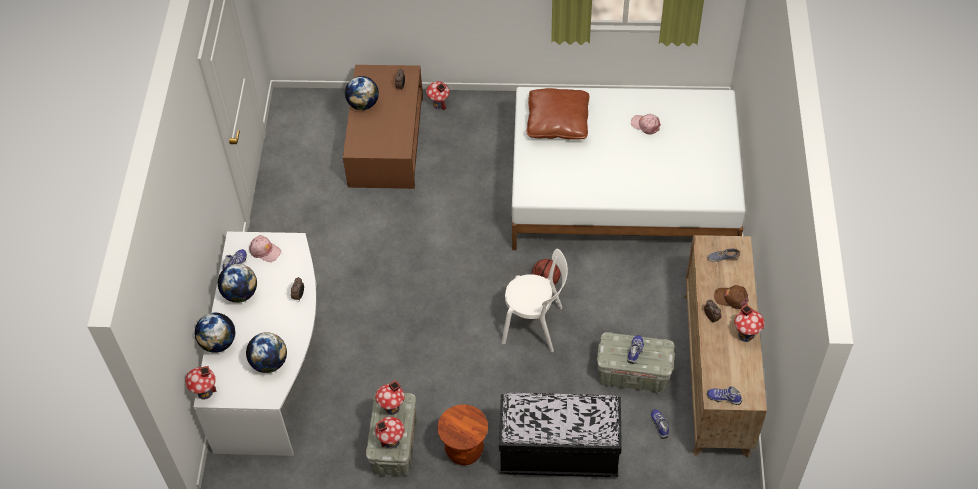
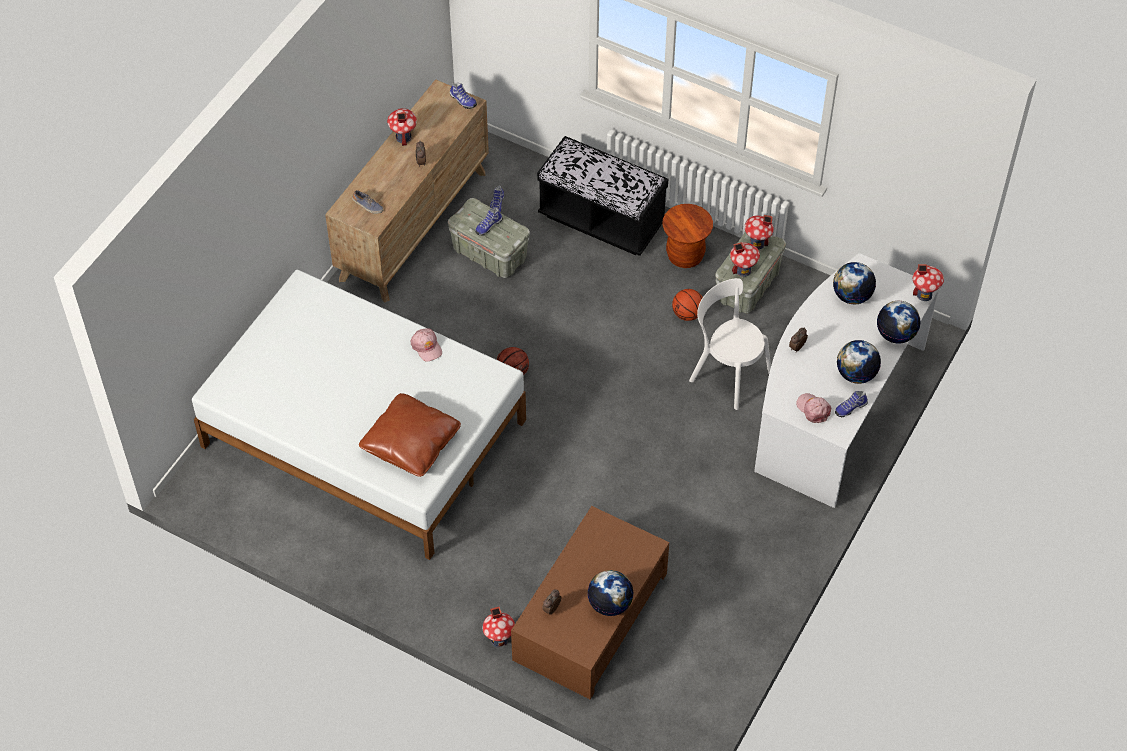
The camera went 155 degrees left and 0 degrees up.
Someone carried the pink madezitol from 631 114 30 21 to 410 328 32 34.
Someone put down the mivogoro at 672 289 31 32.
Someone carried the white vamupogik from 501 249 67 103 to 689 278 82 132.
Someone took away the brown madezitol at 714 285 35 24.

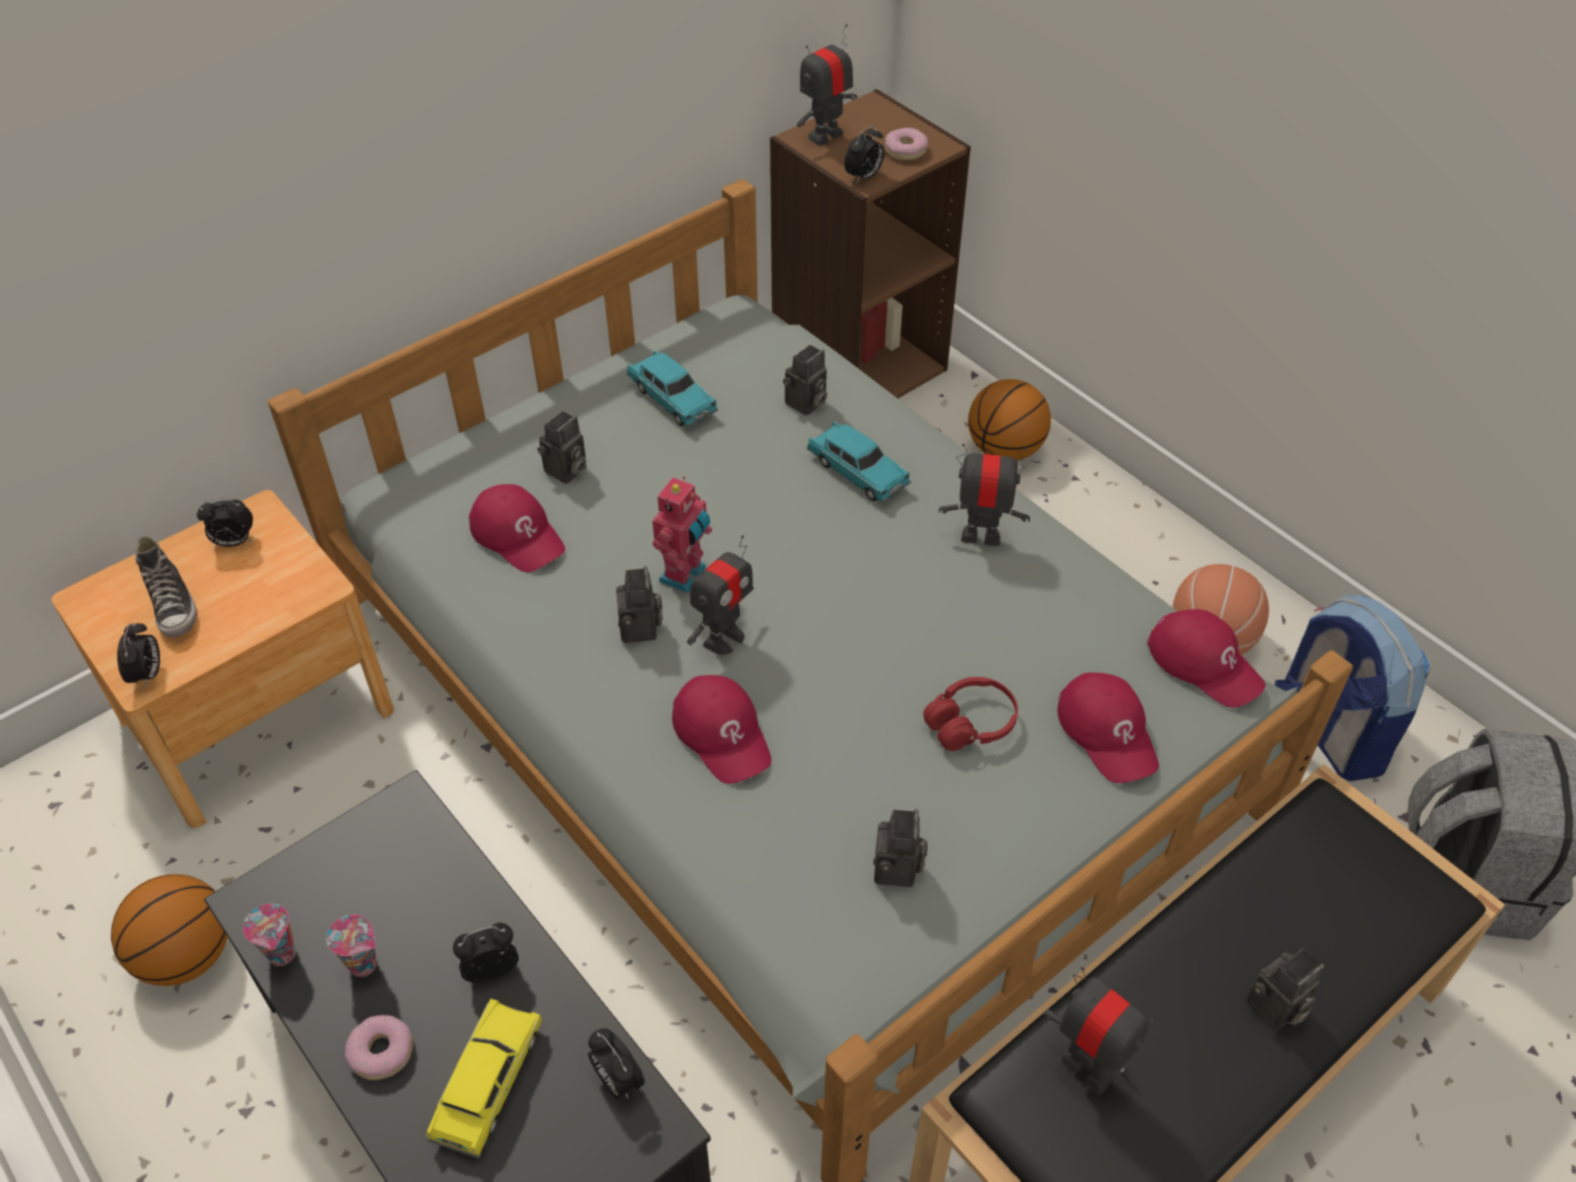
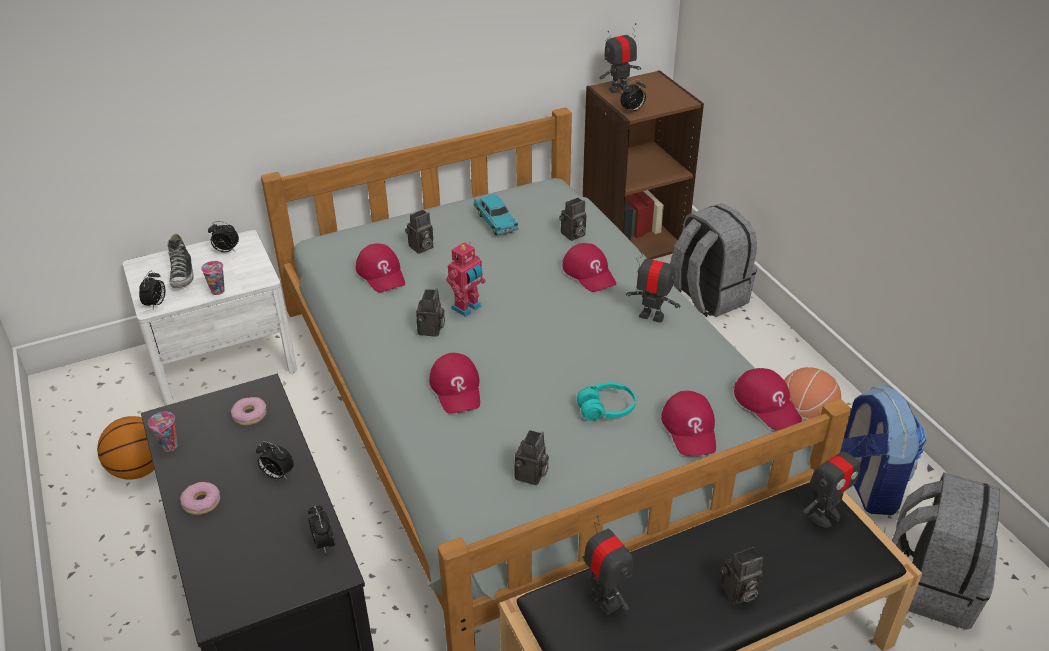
The camera went 15 degrees right and 10 degrees down.
Someone repainted the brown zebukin at 51 490 343 338, which became the white zebukin at 123 230 174 176.
Someone carried the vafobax from 326 914 51 63 to 201 261 24 34.
Someone carried the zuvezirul from 885 128 43 32 to 231 397 36 29.
Someone rotated the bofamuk at 453 923 66 60 by 150 degrees counterclockwise.
Someone swapped the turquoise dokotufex at 806 422 105 80 for the red madezitol at 562 243 54 49.
Someone repainted the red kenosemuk at 923 677 95 74, which became the turquoise kenosemuk at 577 382 59 39.
Someone swapped the mivogoro at 968 379 83 82 for the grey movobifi at 670 204 87 113.
Someone carried the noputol from 687 535 67 120 to 803 441 58 86.
Someone took away the yellow dokotufex at 426 999 117 160.

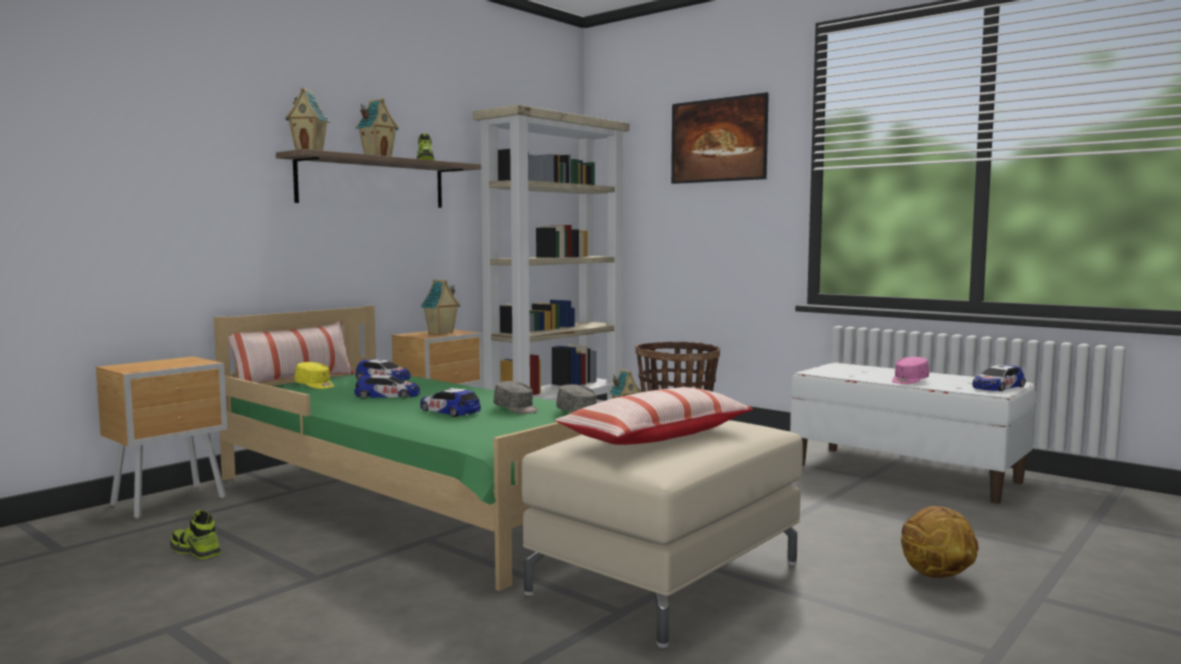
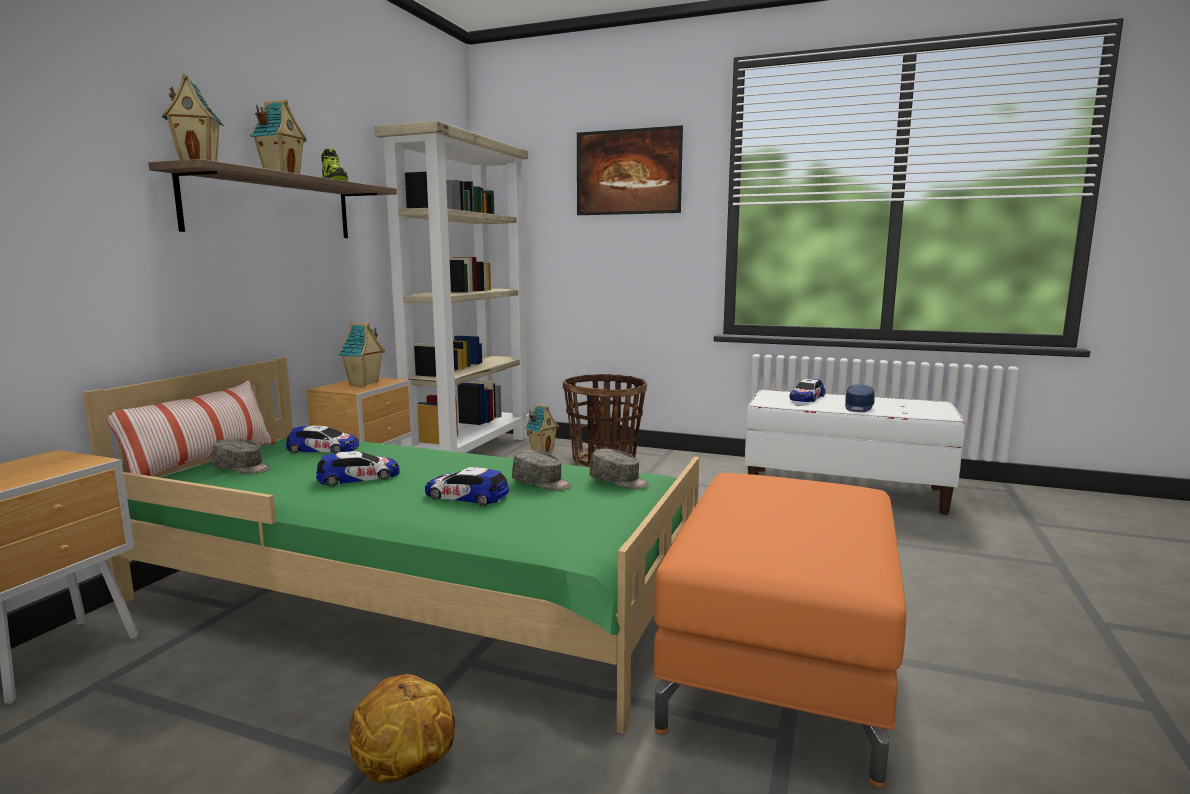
The camera went 20 degrees left and 5 degrees up.
Someone repainted the yellow madezitol at 295 362 39 27, which became the grey madezitol at 212 438 59 36.
Someone carried the mivogoro from 901 506 78 72 to 349 674 106 109.
Someone repainted the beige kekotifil at 522 420 281 228, which became the orange kekotifil at 653 473 253 314.
Someone carried the dokotufex from 972 365 54 26 to 790 378 36 24.
Someone repainted the pink madezitol at 892 357 37 27, which became the blue madezitol at 845 385 30 27.
Someone took away the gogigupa at 170 510 51 49.
Someone took away the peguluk at 555 387 198 58.

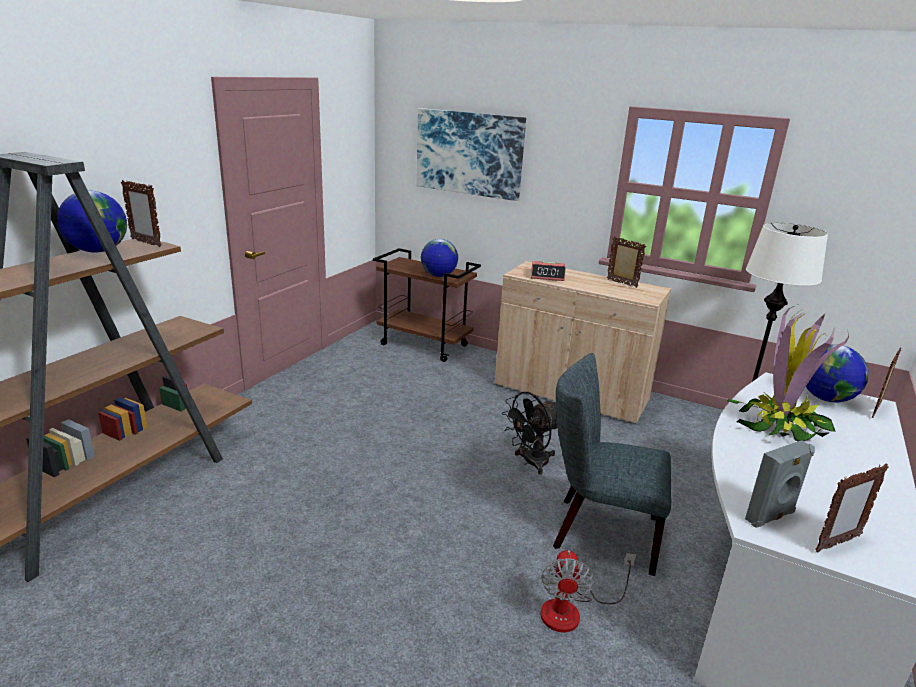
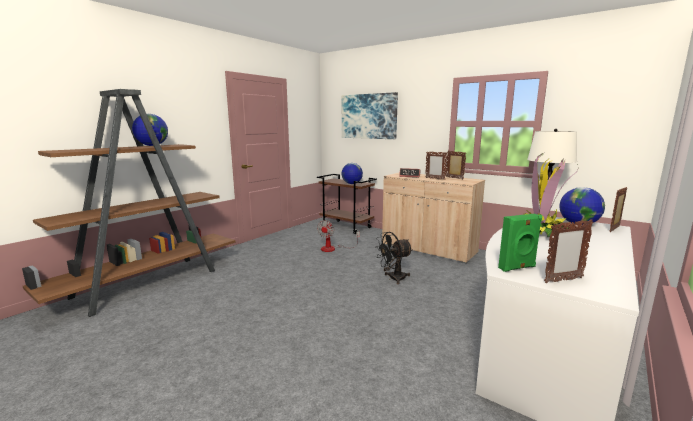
The camera went 10 degrees right and 10 degrees down.
Someone carried the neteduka from 540 550 96 82 to 317 220 43 32.
Someone carried the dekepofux from 121 180 41 67 to 425 151 22 29.
Someone repainted the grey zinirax at 745 440 70 88, which became the green zinirax at 498 214 44 58.
Someone took away the grey vamupogik at 553 353 118 223.

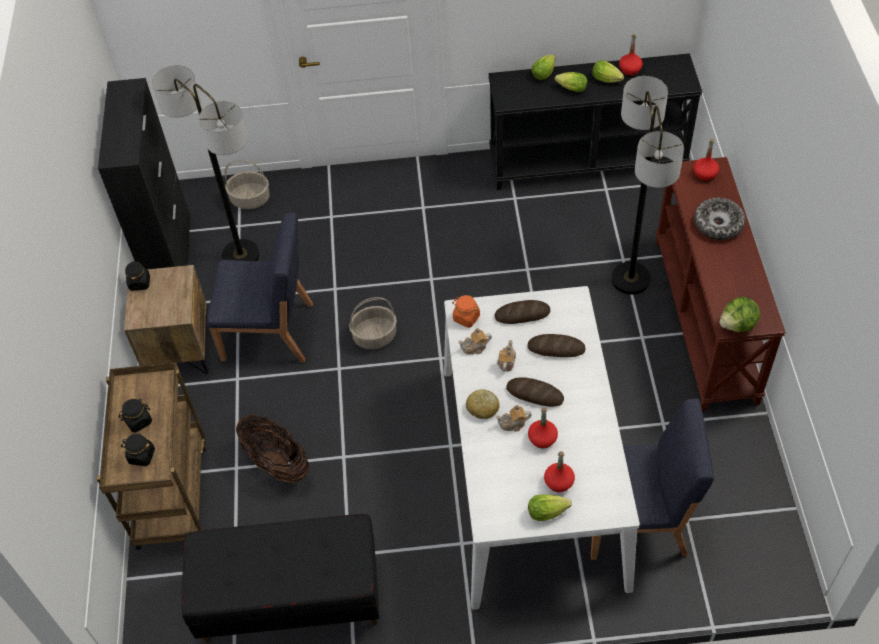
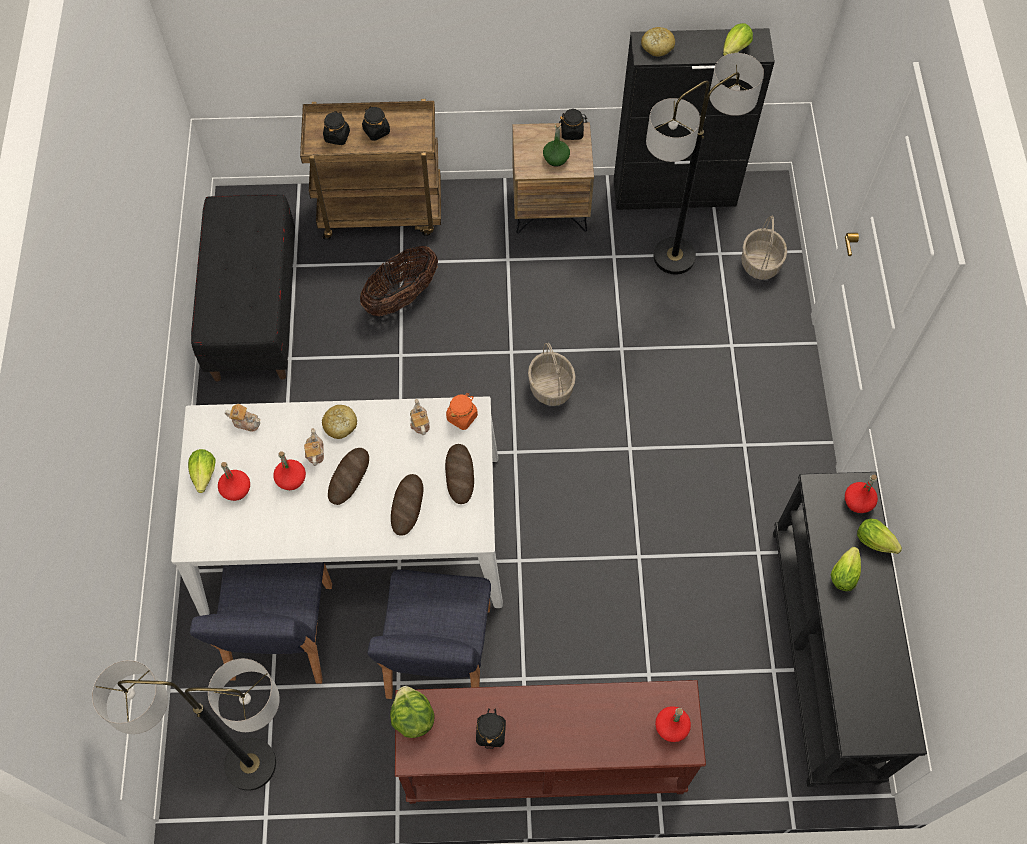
The camera went 90 degrees right and 10 degrees up.
Someone carried the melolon from 611 76 73 219 to 92 658 188 133.
Someone carried the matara from 497 340 19 31 to 225 404 35 28.
Someone carried the blue vamupogik from 207 213 106 149 to 368 569 123 130.
Someone put down the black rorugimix at 476 709 30 40.
Someone put down the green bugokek at 543 123 27 44.
Someone put down the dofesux at 641 27 34 30.
Someone carried the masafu from 592 60 32 23 to 723 23 30 33.
Someone carried the red bugokek from 619 34 24 42 to 845 475 33 38.
Someone took away the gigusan at 694 198 51 42.

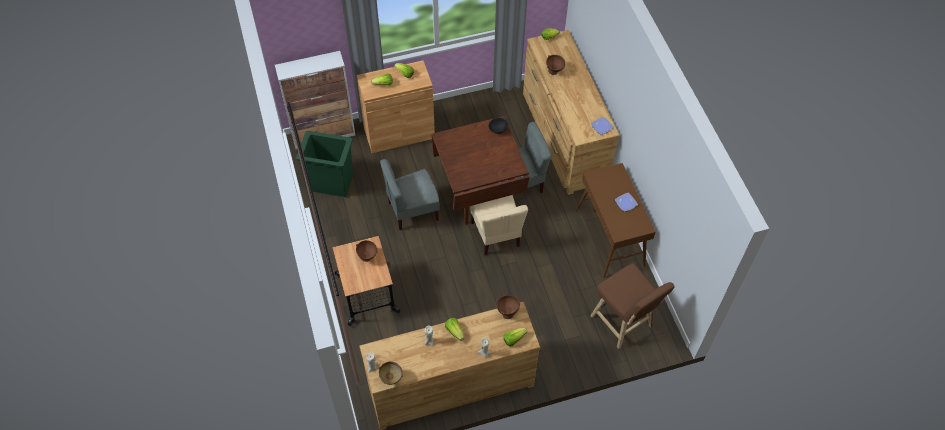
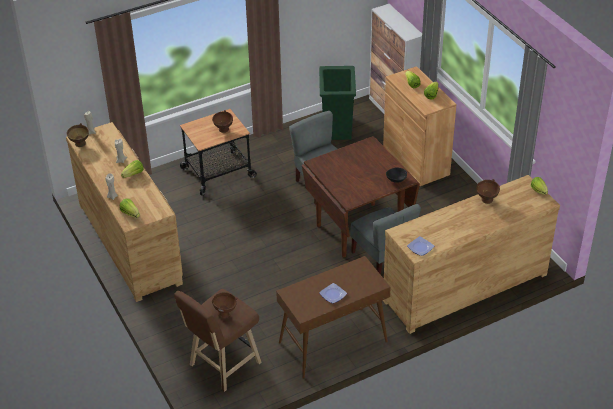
The camera went 80 degrees right and 15 degrees down.
Someone carried the brown gigusan from 497 294 23 25 to 212 292 25 26.
Someone took away the beige vamupogik at 470 195 58 60.

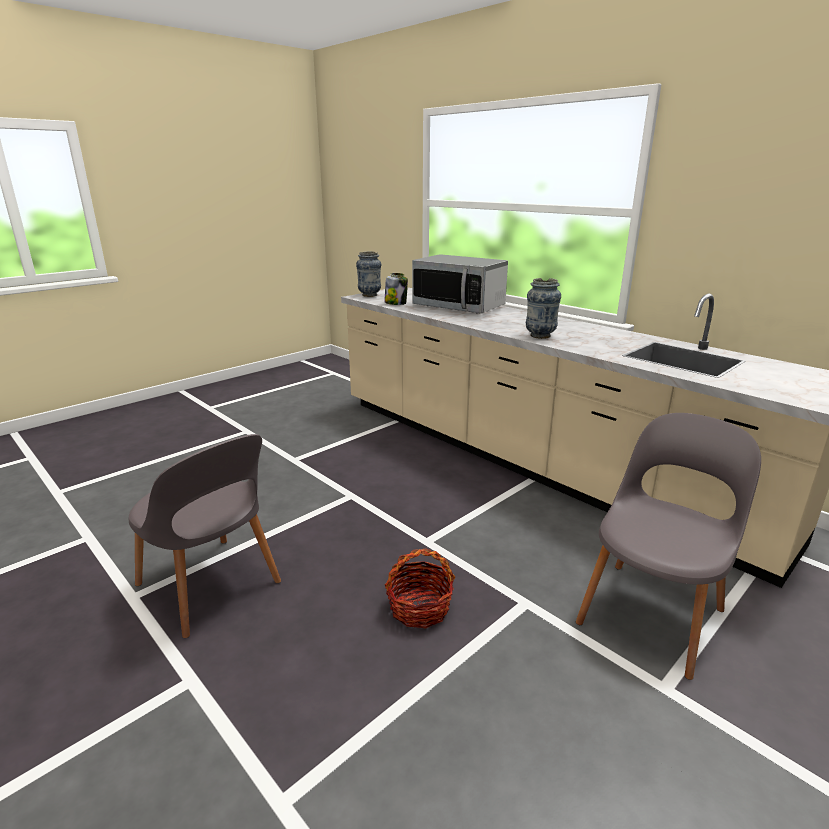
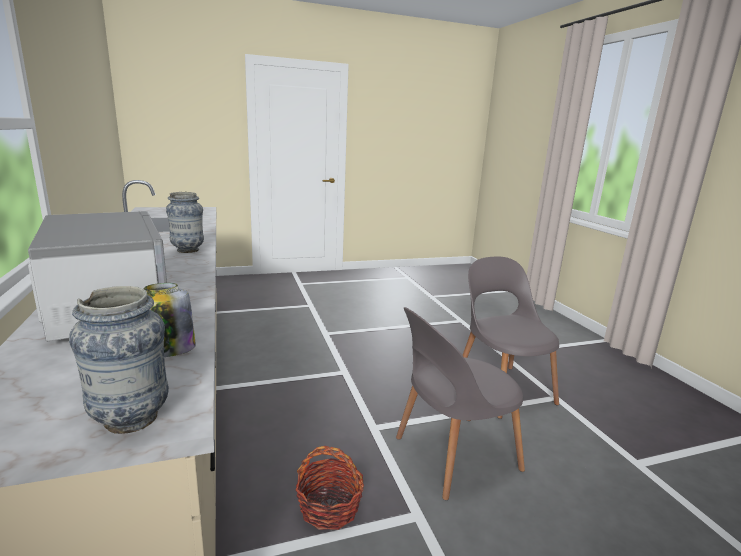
The camera went 155 degrees left and 5 degrees down.
Someone carried the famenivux from 384 548 71 80 to 296 446 68 84.
Someone carried the grey vamupogik from 576 413 185 267 to 396 307 129 193.

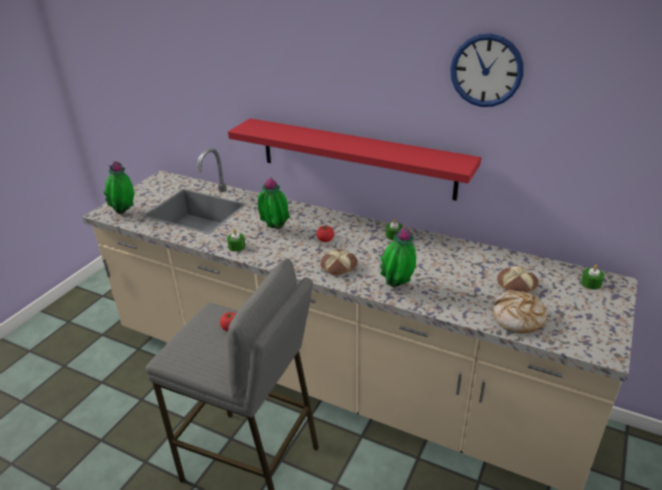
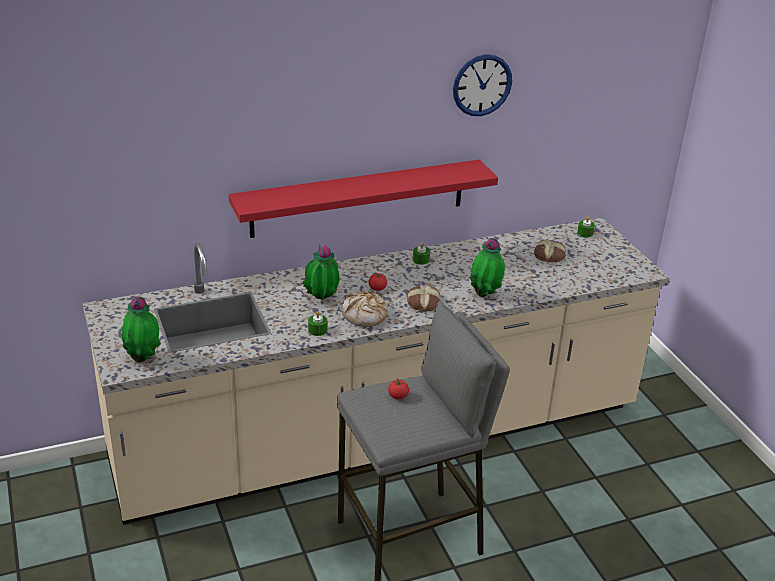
The camera went 50 degrees left and 0 degrees up.
Someone carried the dofesux from 493 290 54 44 to 342 291 46 36.

